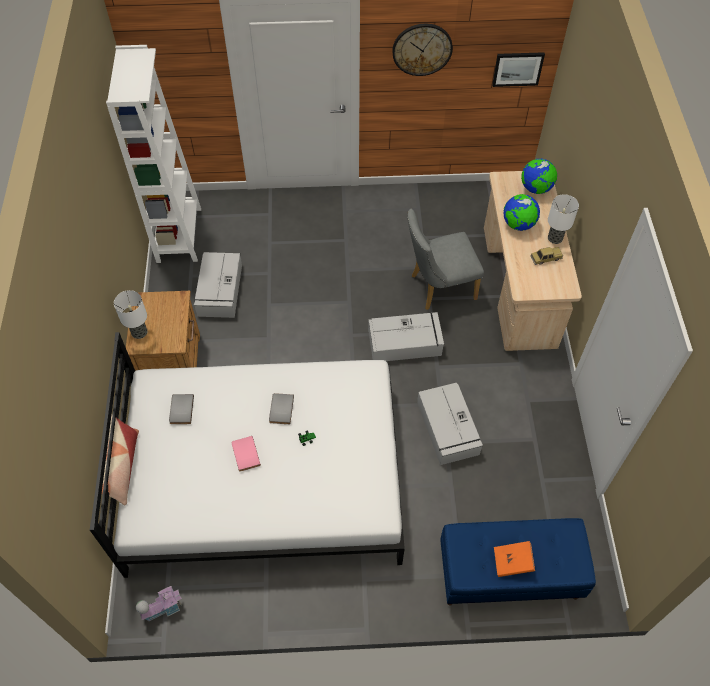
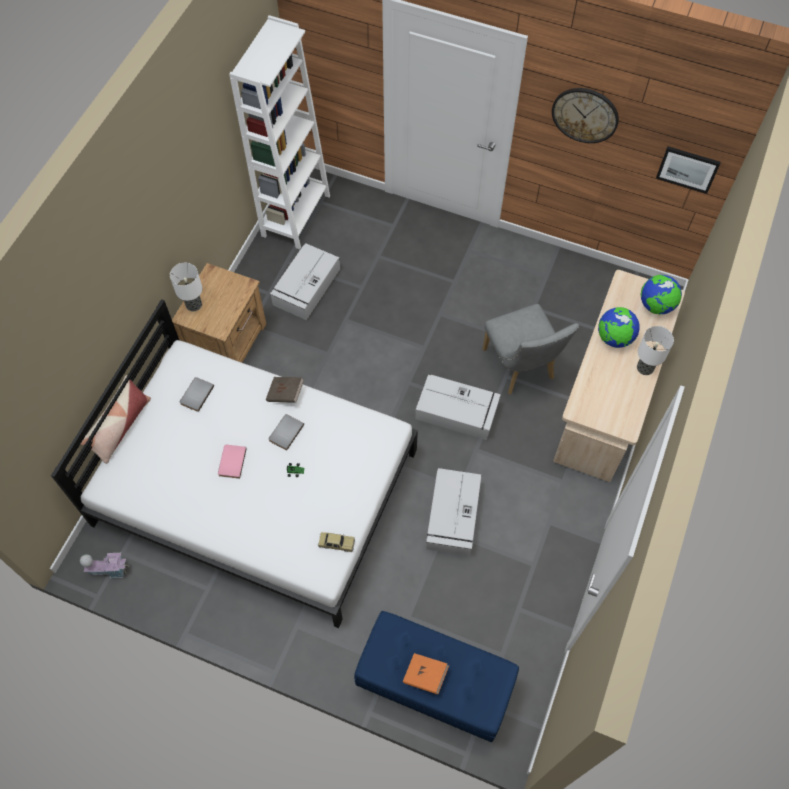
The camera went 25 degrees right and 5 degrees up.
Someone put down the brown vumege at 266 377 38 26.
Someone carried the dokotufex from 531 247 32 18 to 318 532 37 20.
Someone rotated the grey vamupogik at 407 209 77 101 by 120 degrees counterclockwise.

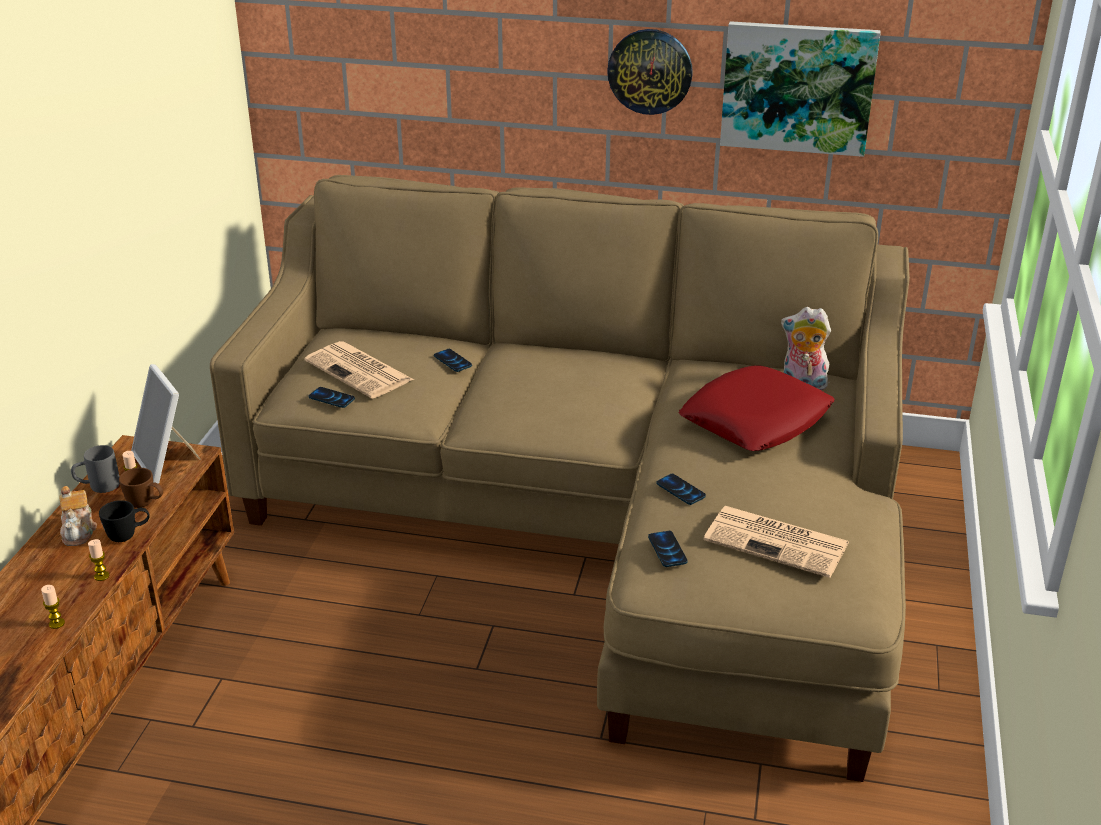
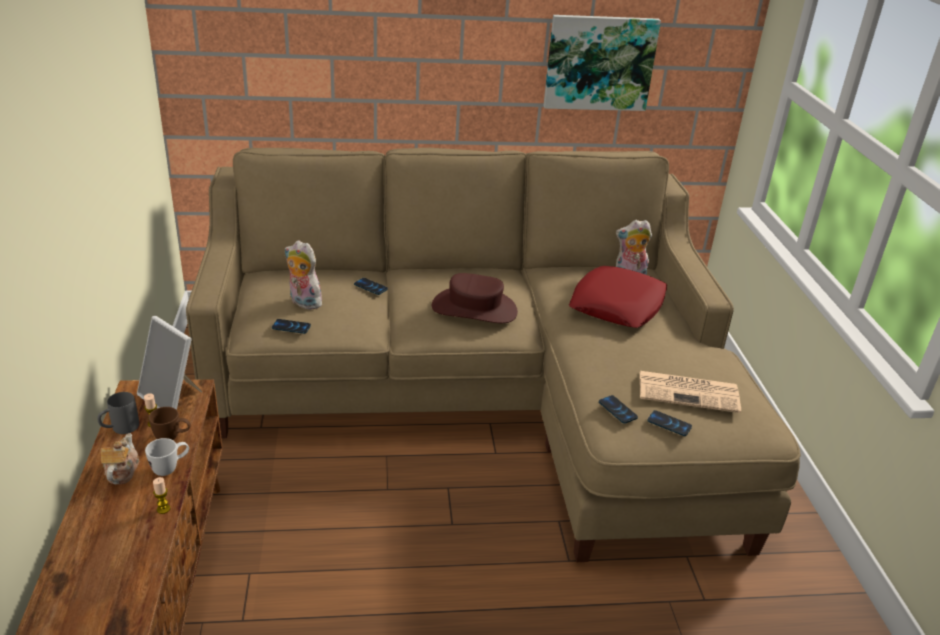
The camera went 20 degrees left and 0 degrees up.
Someone rotated the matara at 59 486 38 60 by 150 degrees counterclockwise.
Someone repainted the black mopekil at 99 500 51 42, which became the white mopekil at 145 438 44 38.
Someone swapped the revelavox at 305 341 109 58 for the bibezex at 285 240 37 70.
Someone put down the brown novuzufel at 432 273 86 50.
Someone carried the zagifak from 656 474 50 31 to 647 410 45 26.
Someone took away the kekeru at 41 585 24 44.
Someone took away the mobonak at 607 29 86 86.

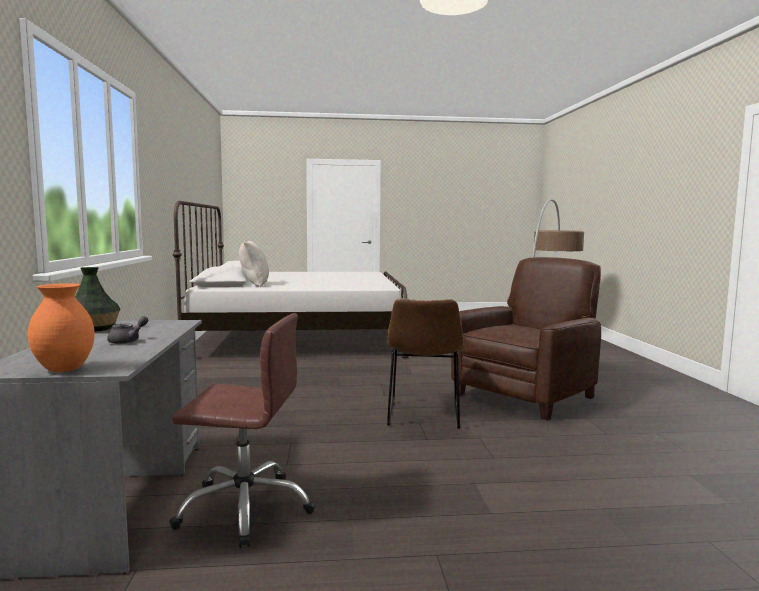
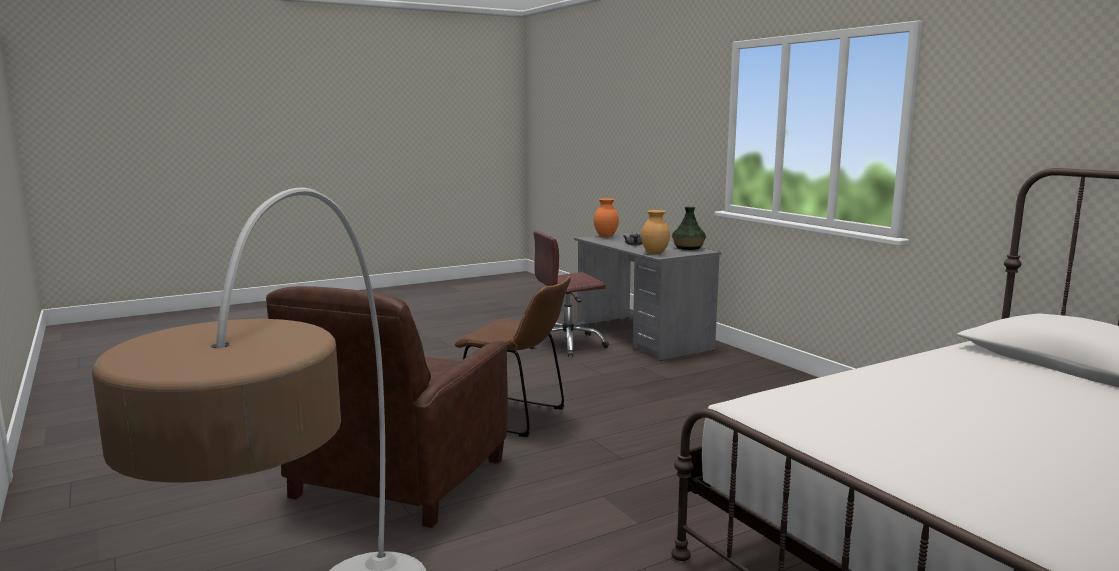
The camera went 155 degrees right and 5 degrees up.
Someone rotated the brown vamupogik at 387 298 77 130 by 135 degrees clockwise.
Someone put down the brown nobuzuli at 641 210 29 44.
Someone took away the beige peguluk at 239 241 30 46.

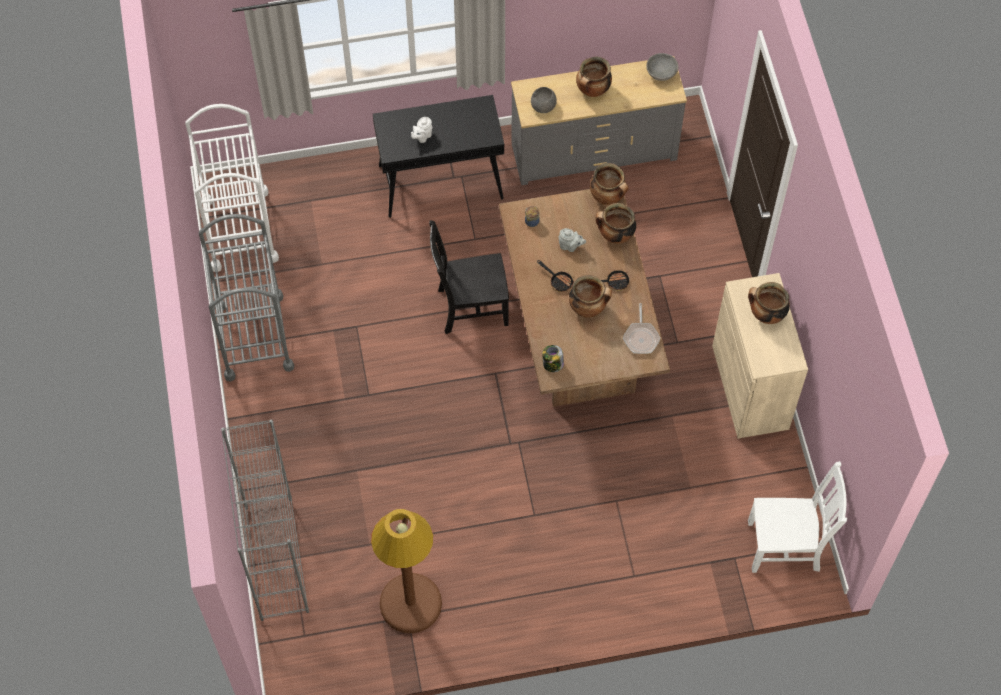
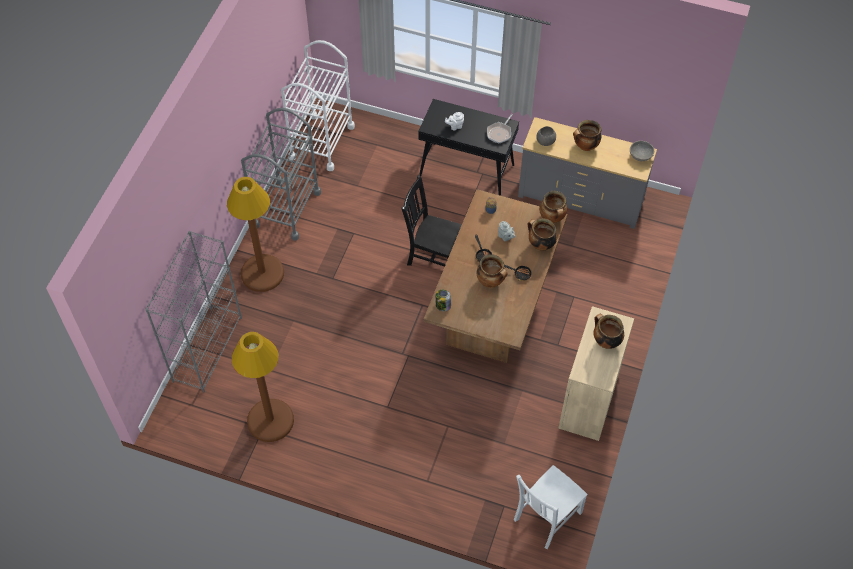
The camera went 30 degrees right and 5 degrees down.
Someone put down the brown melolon at 227 177 57 115.
Someone carried the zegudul from 623 303 38 51 to 487 114 26 29.
Someone rotated the white vamupogik at 748 461 99 112 by 105 degrees clockwise.

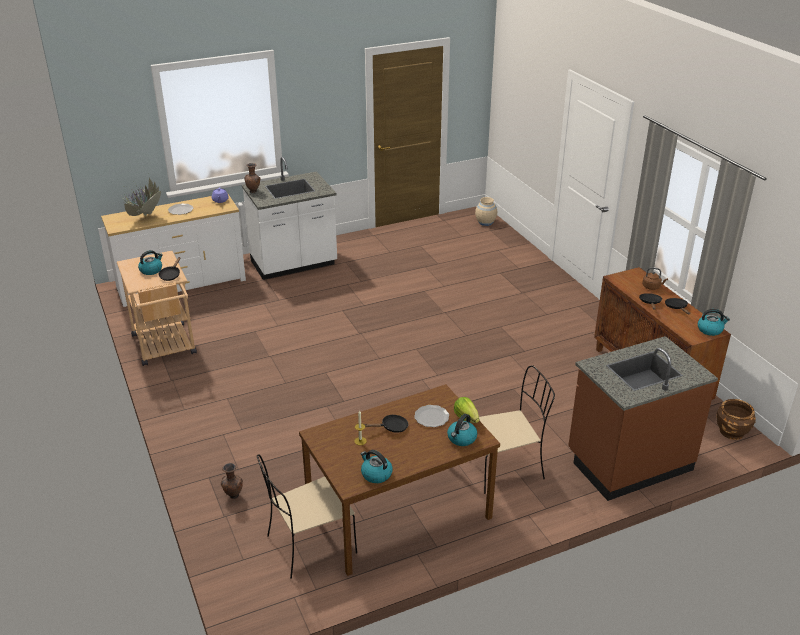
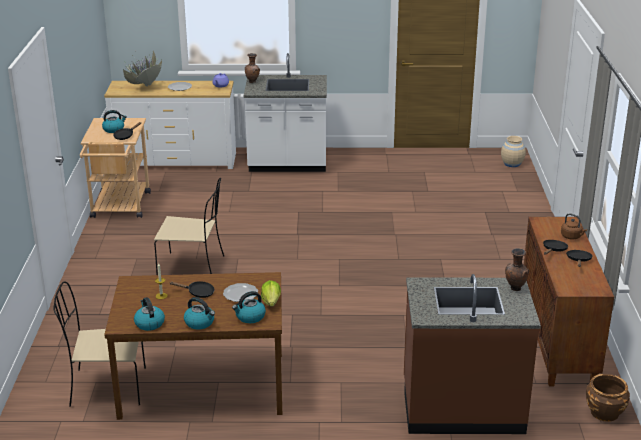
The camera went 25 degrees right and 5 degrees down.
Someone carried the beige vamupogik from 479 365 76 129 to 154 178 70 97.
Someone carried the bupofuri from 698 309 32 27 to 184 297 31 33.
Someone carried the brown nobuzuli from 221 463 22 36 to 505 248 24 43.

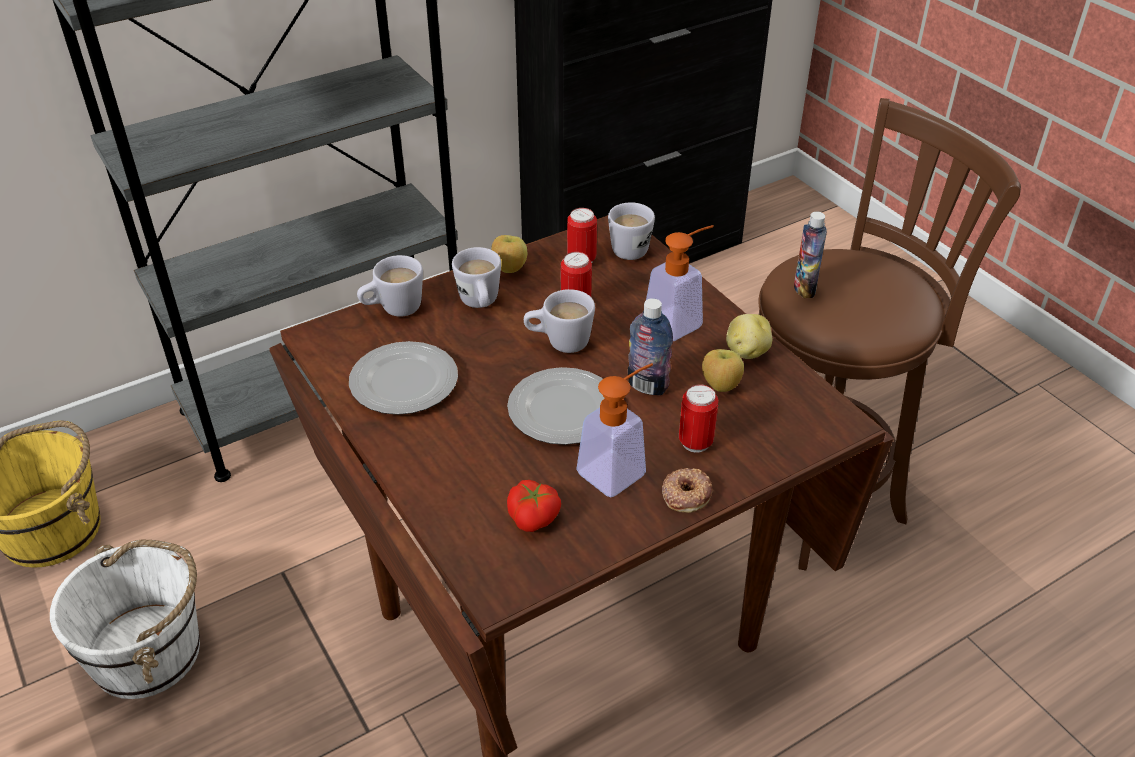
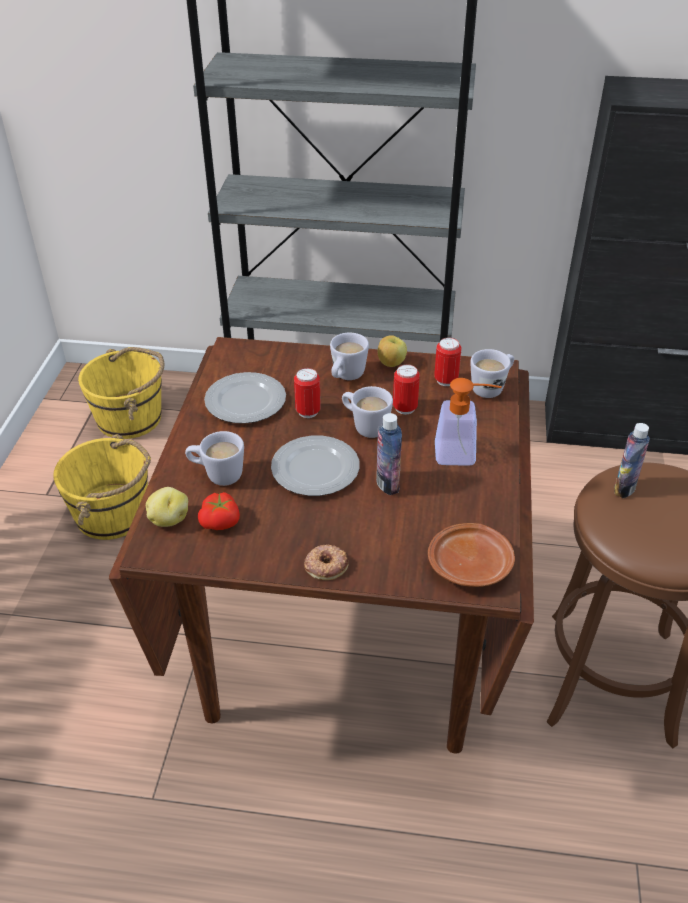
The camera went 40 degrees right and 0 degrees up.
Someone repainted the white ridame at 50 540 150 159, which became the yellow ridame at 53 434 98 106.
Someone carried the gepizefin from 726 314 46 45 to 146 487 42 40.
Someone carried the white mopekil from 357 255 66 62 to 185 431 59 55.
Someone carried the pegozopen from 679 384 39 68 to 294 368 27 50.
Someone put down the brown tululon at 428 523 87 64.
Someone took away the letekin at 576 363 77 134.
Someone took away the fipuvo at 702 349 42 43.

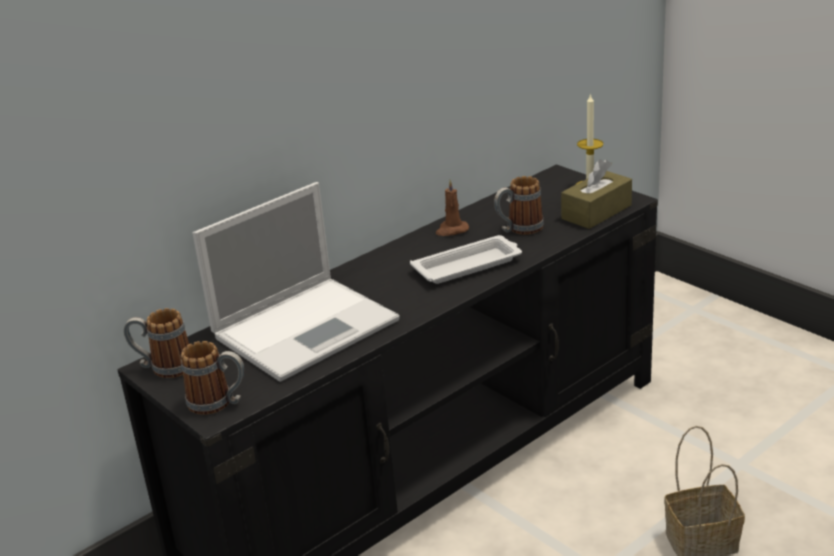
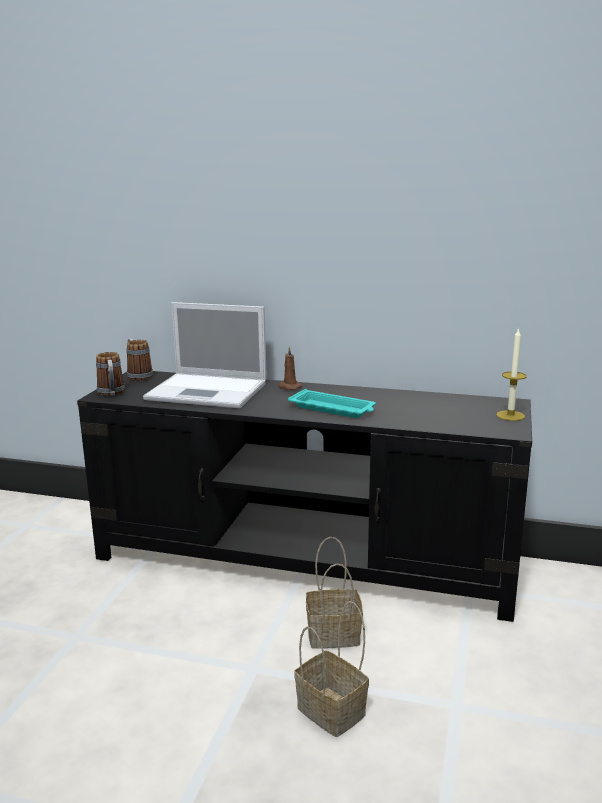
The camera went 55 degrees right and 10 degrees down.
Someone carried the brown kekeru from 436 180 33 56 to 278 346 24 44.
Someone repainted the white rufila at 410 235 112 49, which became the turquoise rufila at 288 389 88 29.
Someone put down the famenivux at 306 537 57 112.
Someone took away the mopekil at 494 176 50 59.
Someone took away the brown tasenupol at 561 159 71 70.

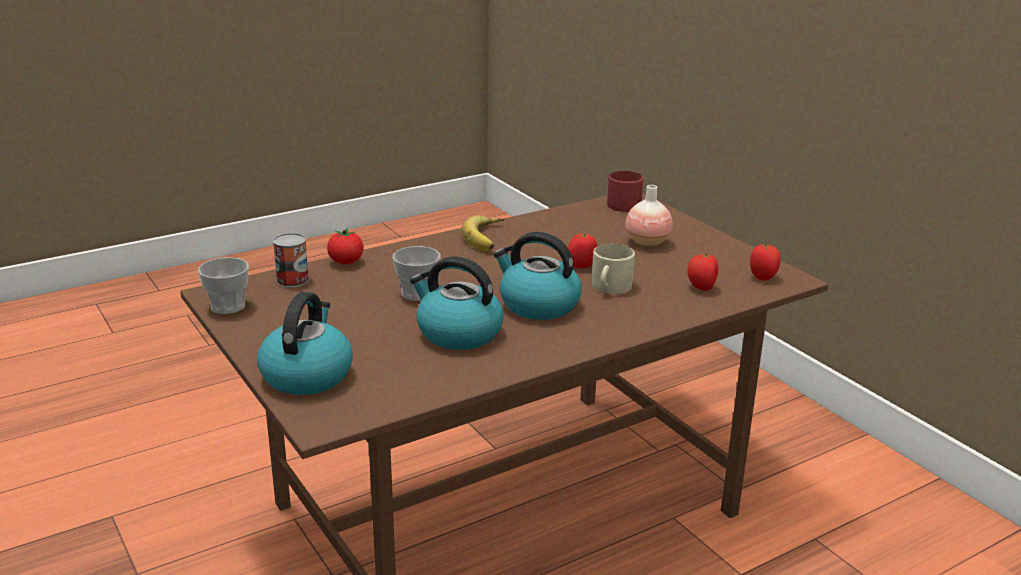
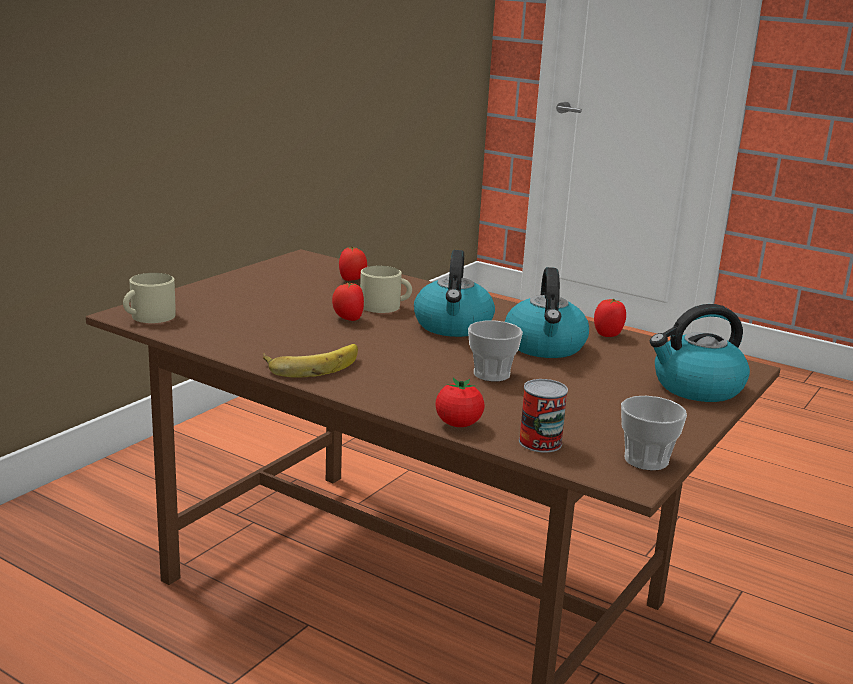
The camera went 115 degrees left and 5 degrees down.
Someone repainted the red mopekil at 607 171 36 41, which became the beige mopekil at 123 273 53 50.
Someone carried the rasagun from 750 243 31 38 to 594 299 32 38.
Someone took away the nobuzuli at 625 185 48 62.

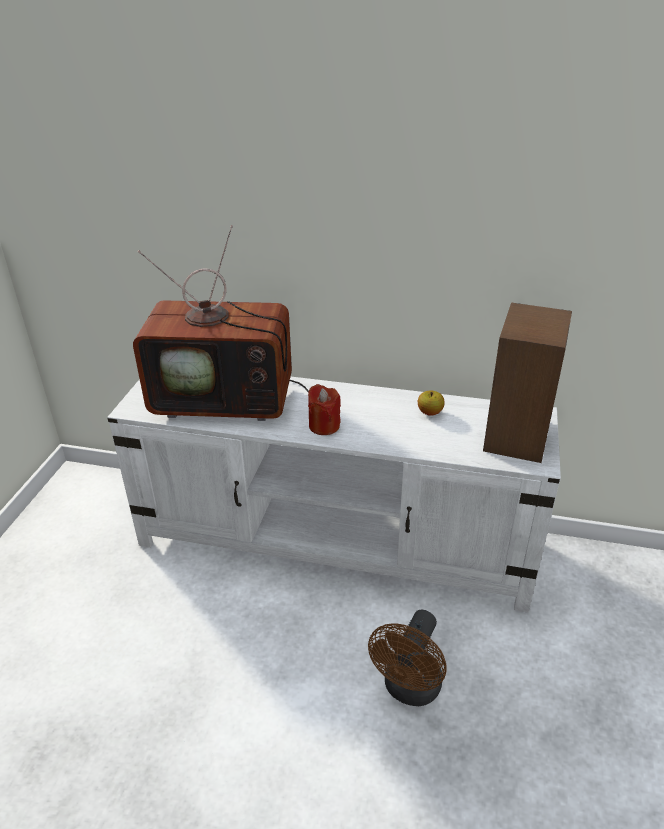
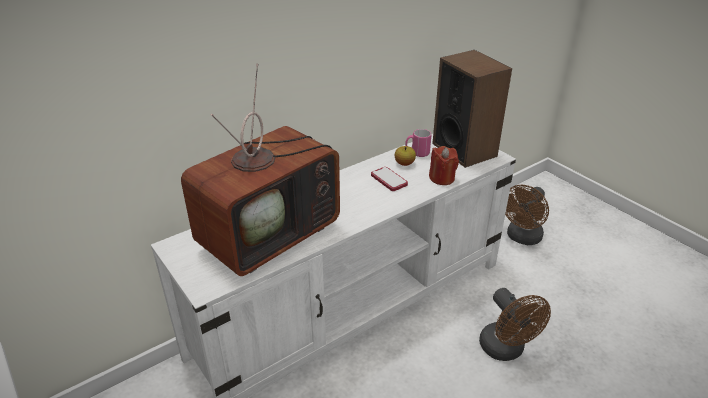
The camera went 50 degrees left and 0 degrees up.
Someone put down the zagifak at 371 167 37 24.
Someone put down the pink mopekil at 405 129 27 28.
Someone carried the red kekeru from 308 384 33 51 to 429 146 30 39.
Someone put down the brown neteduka at 505 185 44 60.

